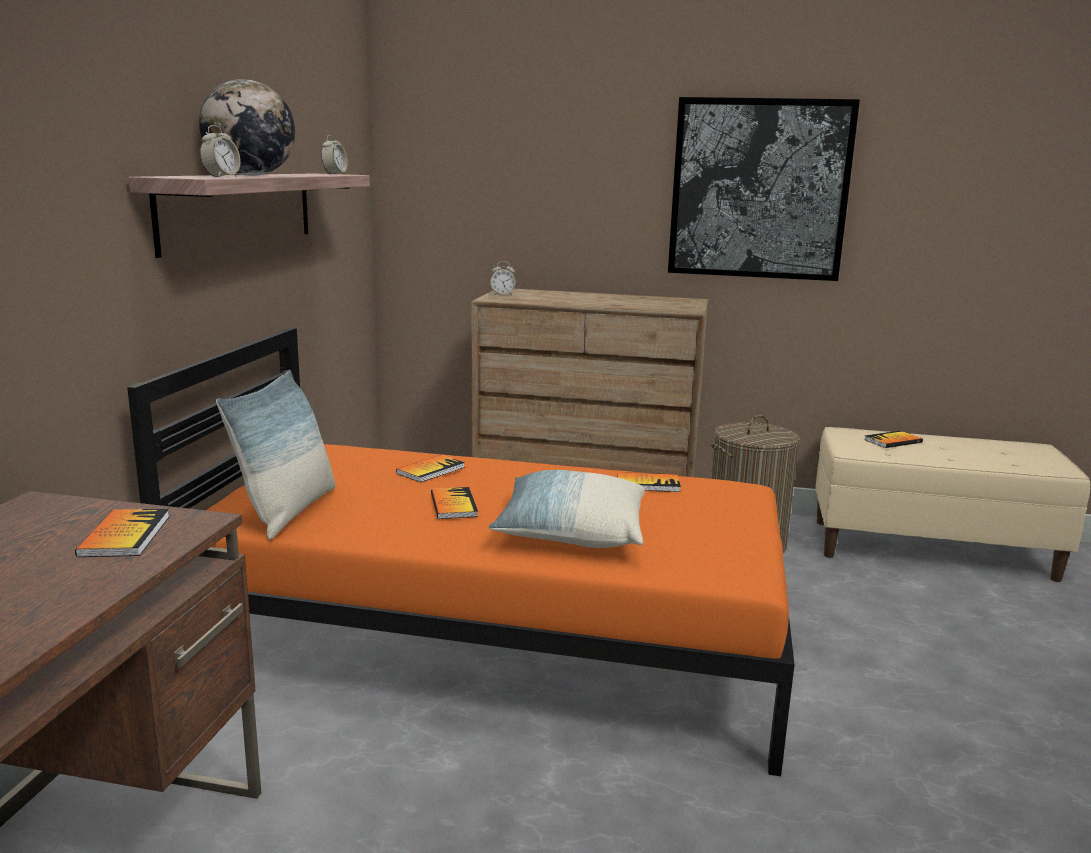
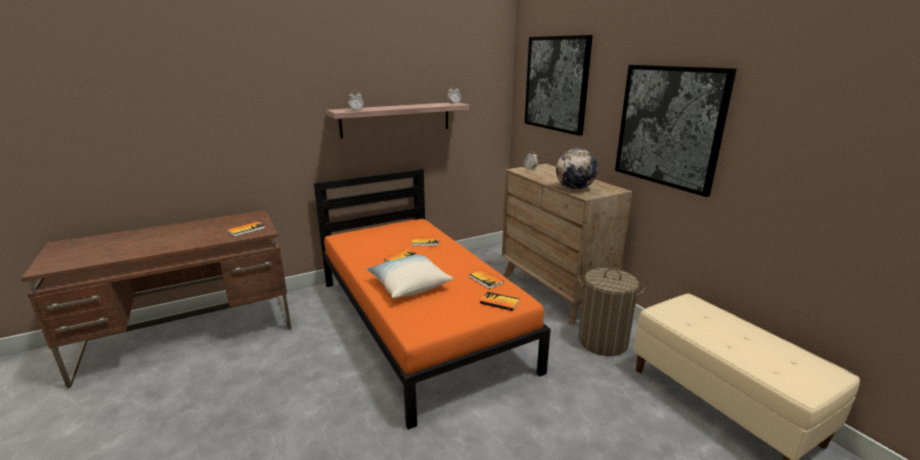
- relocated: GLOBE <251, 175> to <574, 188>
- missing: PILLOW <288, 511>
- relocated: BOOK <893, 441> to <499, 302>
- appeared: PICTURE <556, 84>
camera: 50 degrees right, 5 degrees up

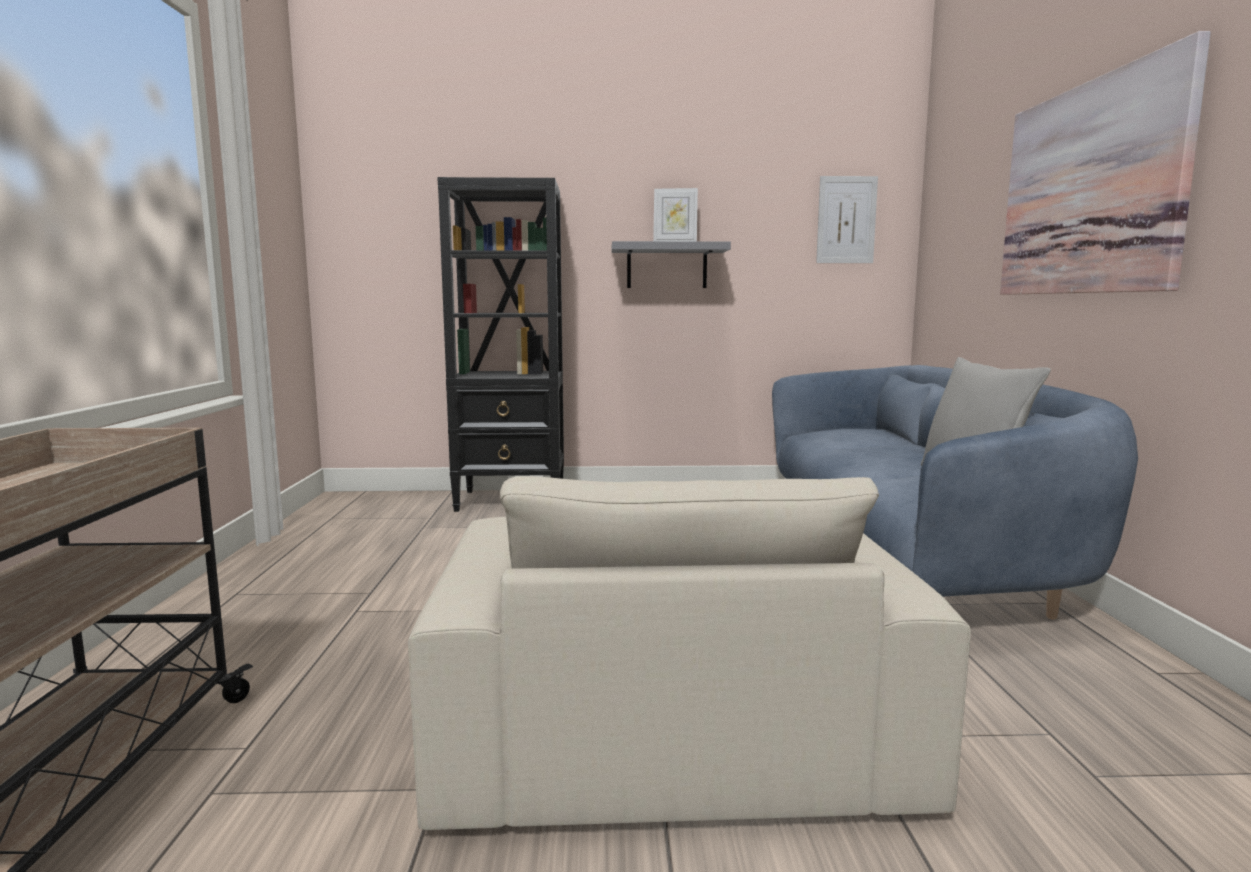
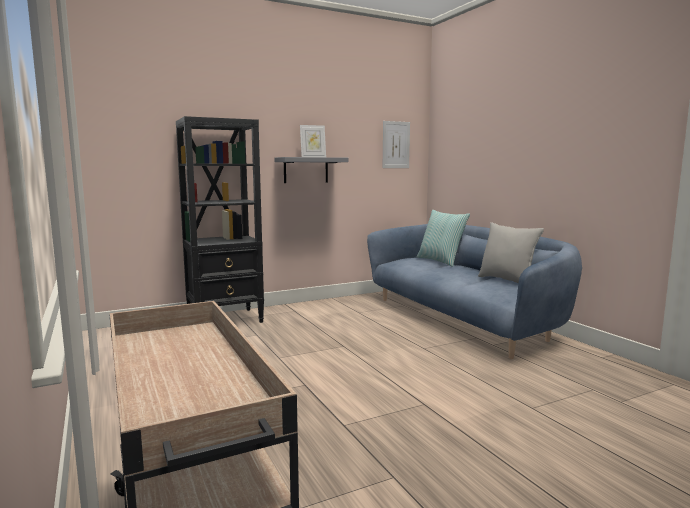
- missing: BEIGE ARMCHAIR <668, 725>
- missing: PICTURE <1089, 189>
- appeared: PILLOW <441, 261>
camera: 25 degrees left, 0 degrees up

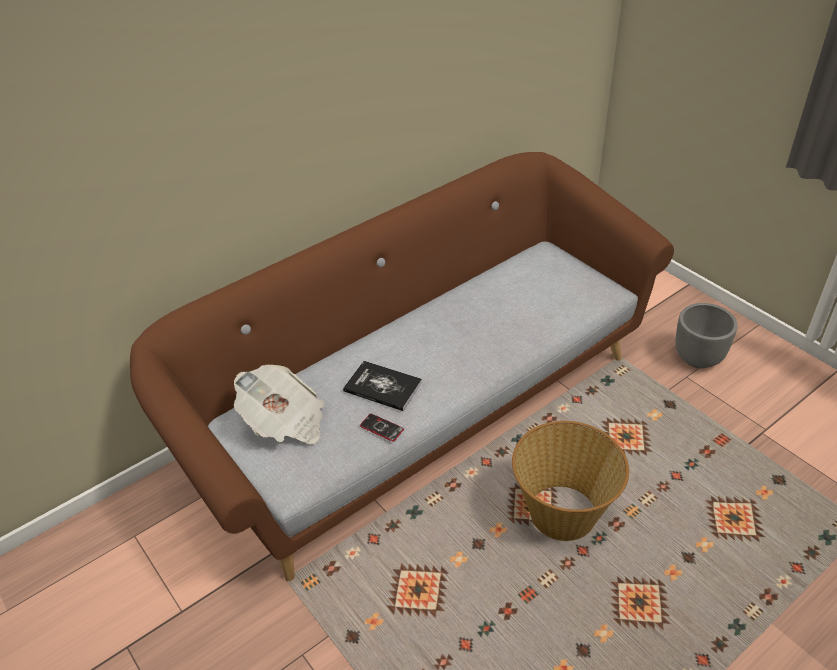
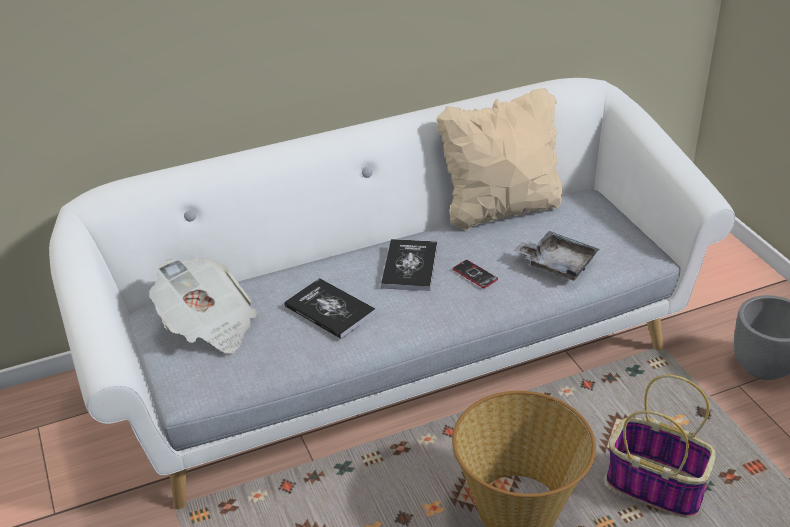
- colour: BROWN SOFA <422, 409> to WHITE SOFA <398, 359>
- relocated: PHONE <381, 428> to <475, 274>
- appeared: BOOK <409, 266>
- appeared: BEIGE PILLOW <500, 210>
- appeared: GREY TRAY <557, 263>
- appeared: BASKET <657, 486>
camera: 15 degrees right, 5 degrees down

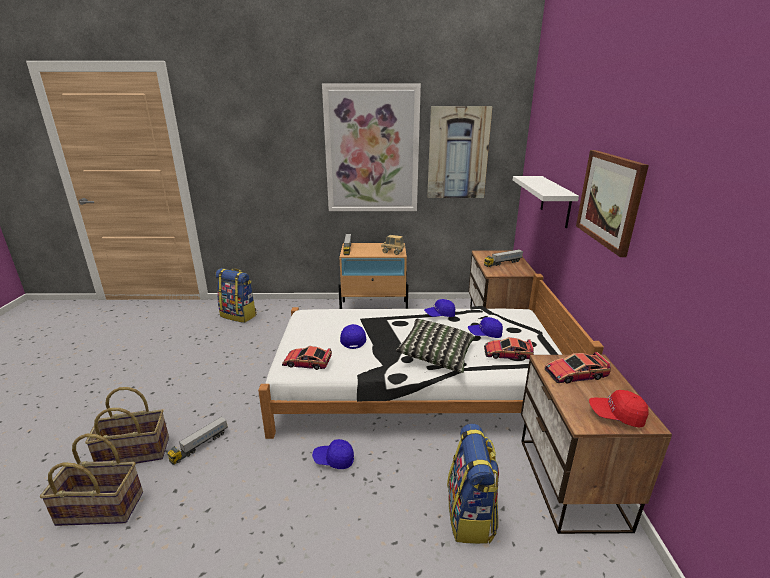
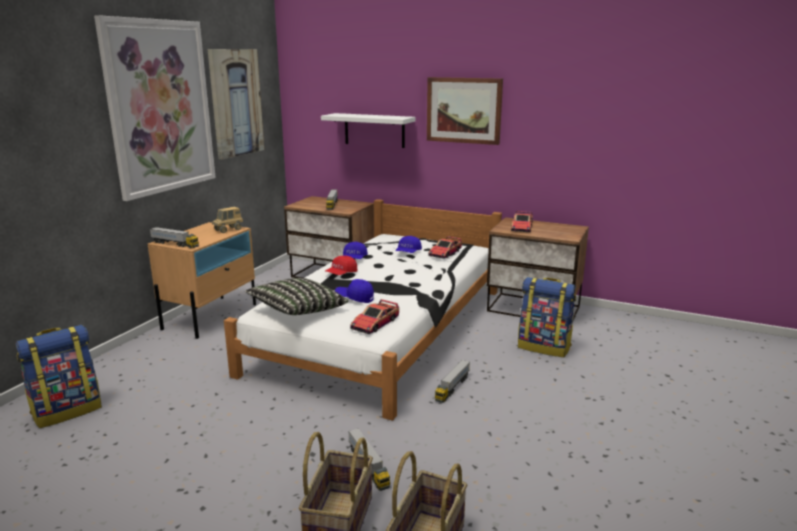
- exchanged: BLUE CAP <334, 460> to TOY TRUCK <452, 388>
- relocated: PILLOW <436, 356> to <297, 311>
- relocated: RED CAP <616, 415> to <341, 274>
camera: 65 degrees left, 5 degrees down

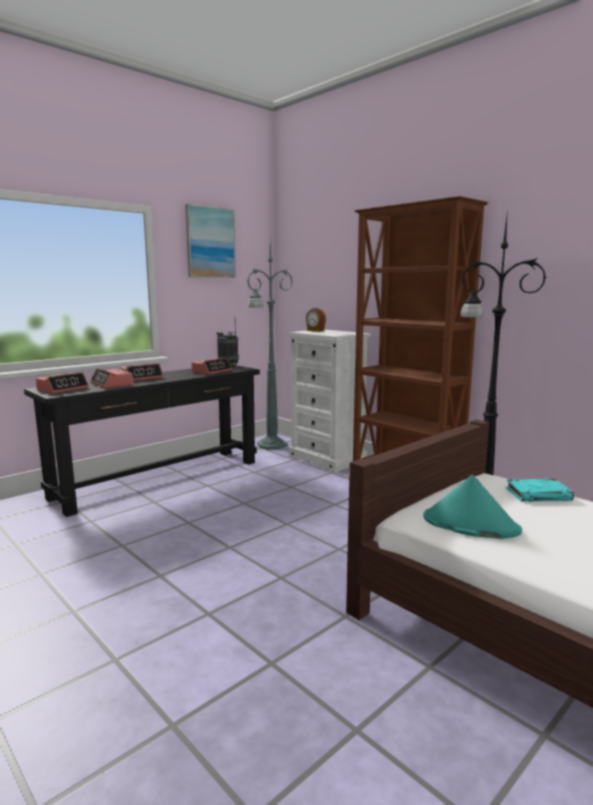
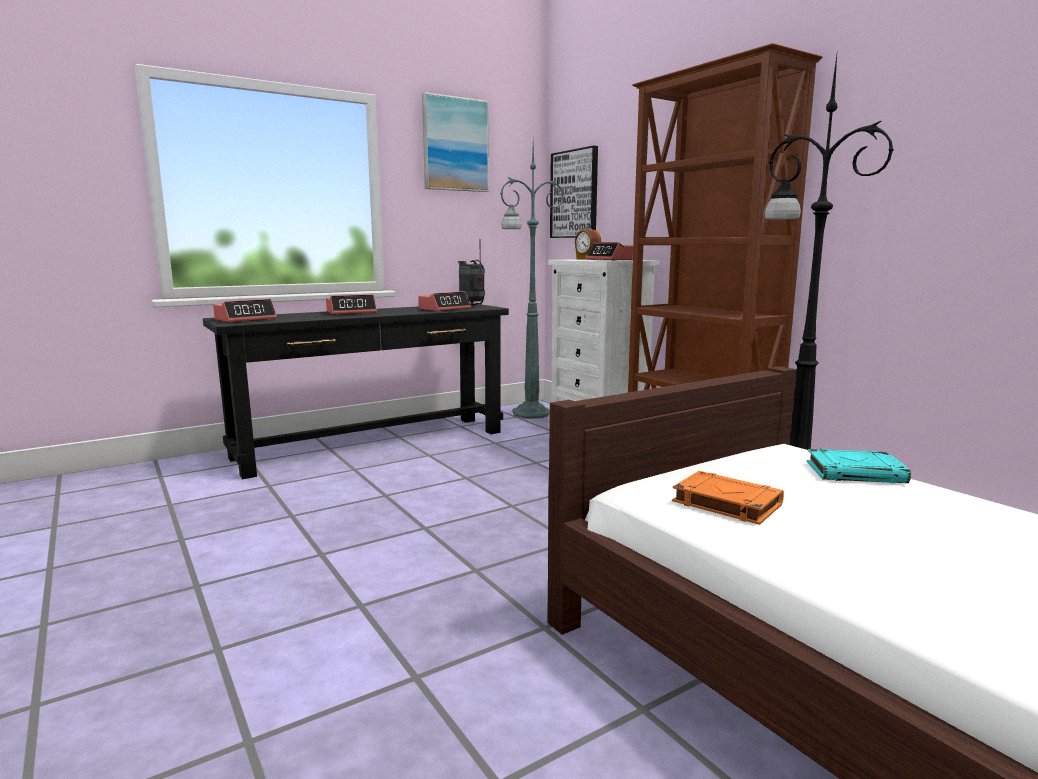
- relocated: ALARM CLOCK <112, 384> to <612, 260>
- exchanged: TURQUOISE HAT <470, 524> to ORANGE BOOK <725, 503>
- appeared: PICTURE <574, 194>
camera: 10 degrees right, 0 degrees up

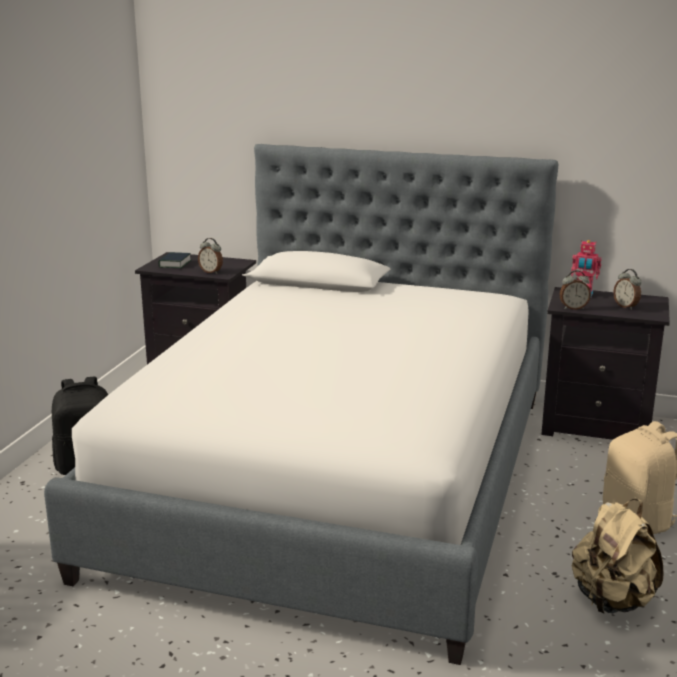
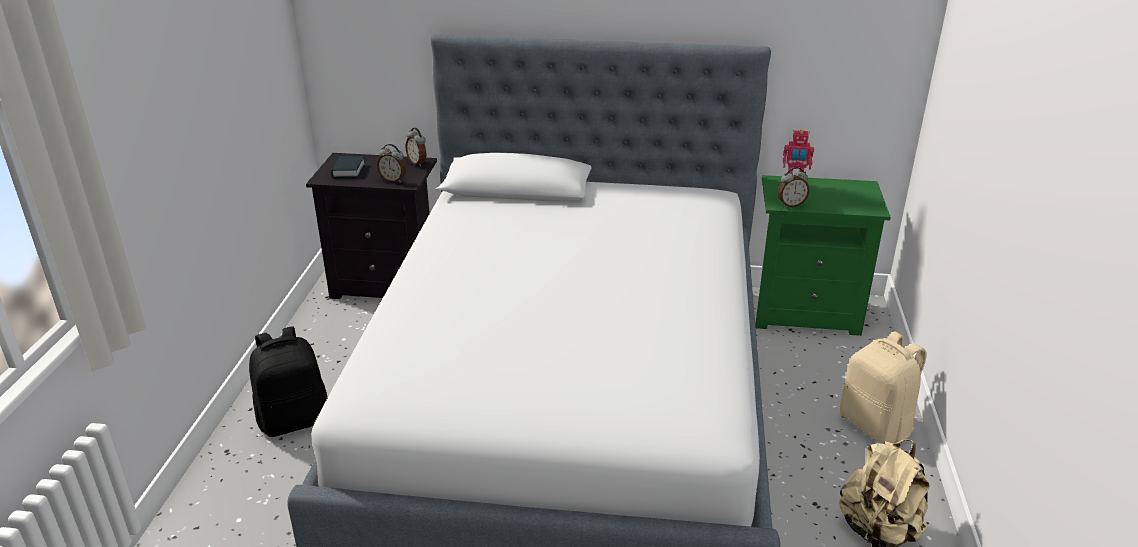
- colour: BLACK NIGHTSTAND <596, 427> to GREEN NIGHTSTAND <805, 312>
- relocated: ALARM CLOCK <626, 306> to <417, 163>
camera: 10 degrees left, 10 degrees up

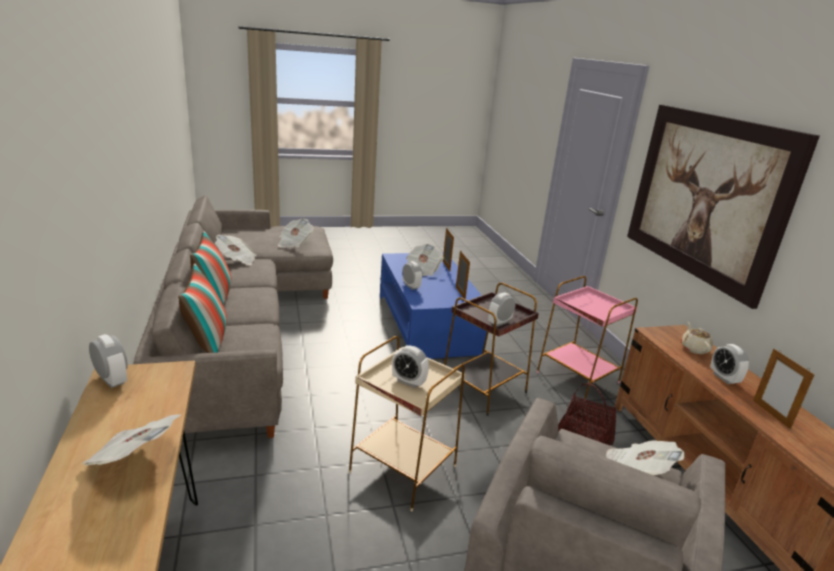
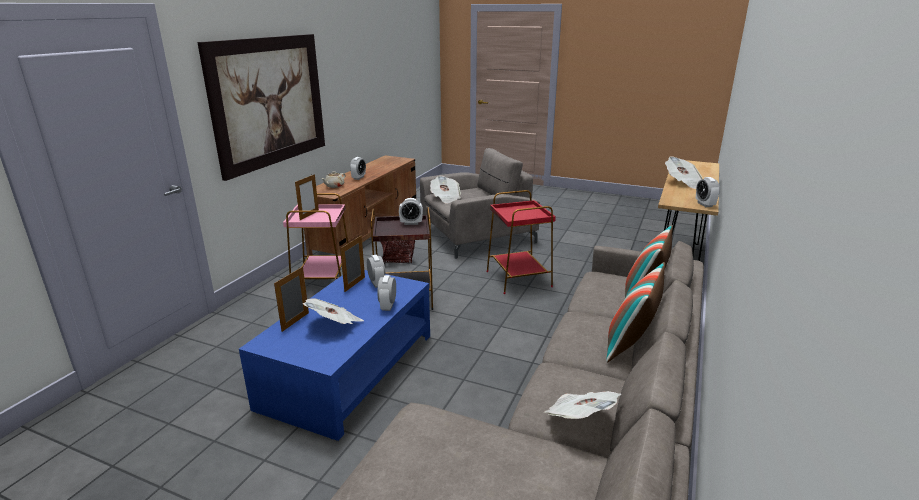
- missing: NEWSPAPER <294, 243>
- colour: BEIGE SIDE TABLE <403, 470> to RED SIDE TABLE <518, 278>
- relocated: ALARM CLOCK <408, 382> to <376, 283>
- relocated: PICTURE FRAME <771, 414> to <309, 215>
camera: 140 degrees left, 0 degrees up

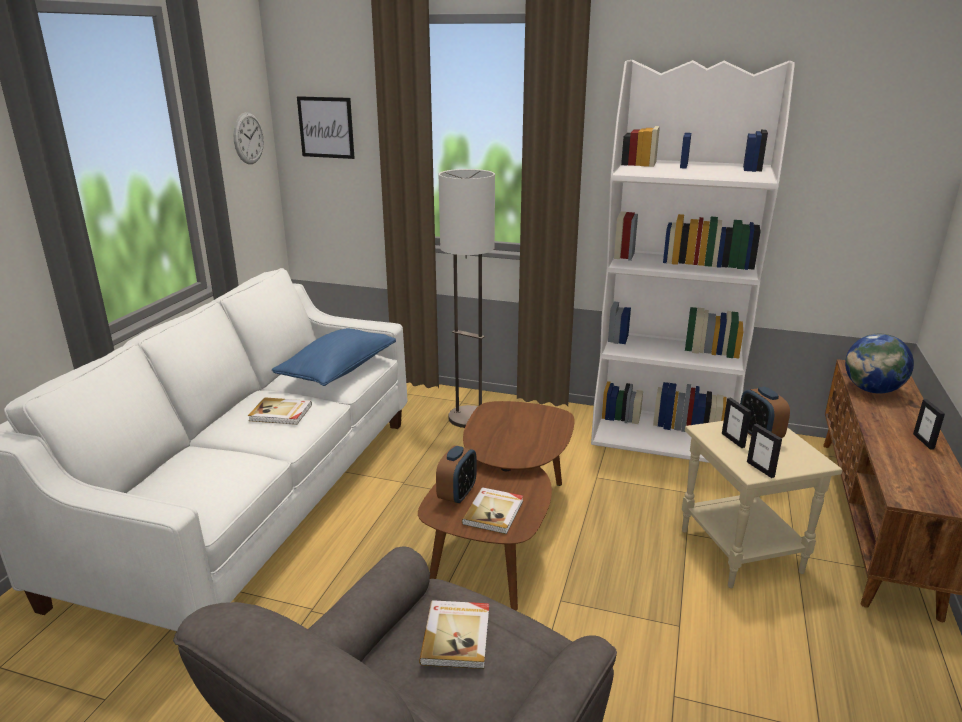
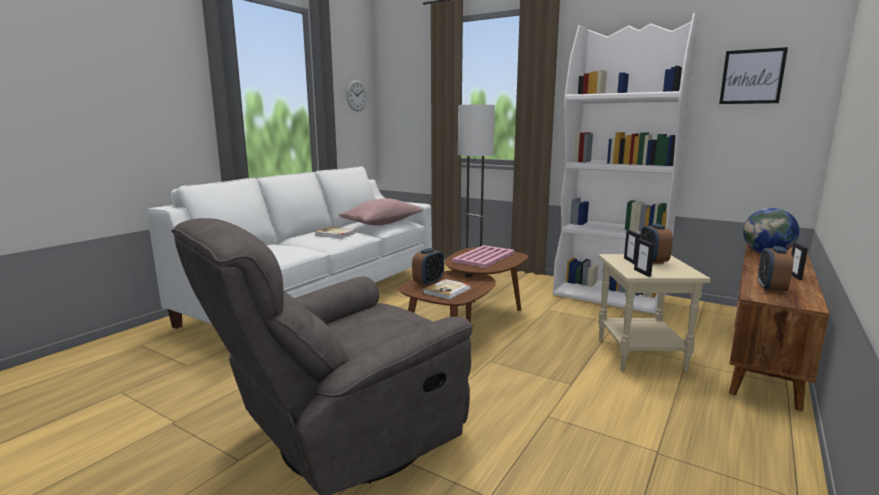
- colour: BLUE PILLOW <338, 371> to PINK PILLOW <382, 223>
- relocated: PICTURE <326, 127> to <752, 76>
- missing: BOOK <457, 636>
- appeared: PINK TRAY <483, 257>
- appeared: ALARM CLOCK <771, 288>
camera: 15 degrees right, 10 degrees down

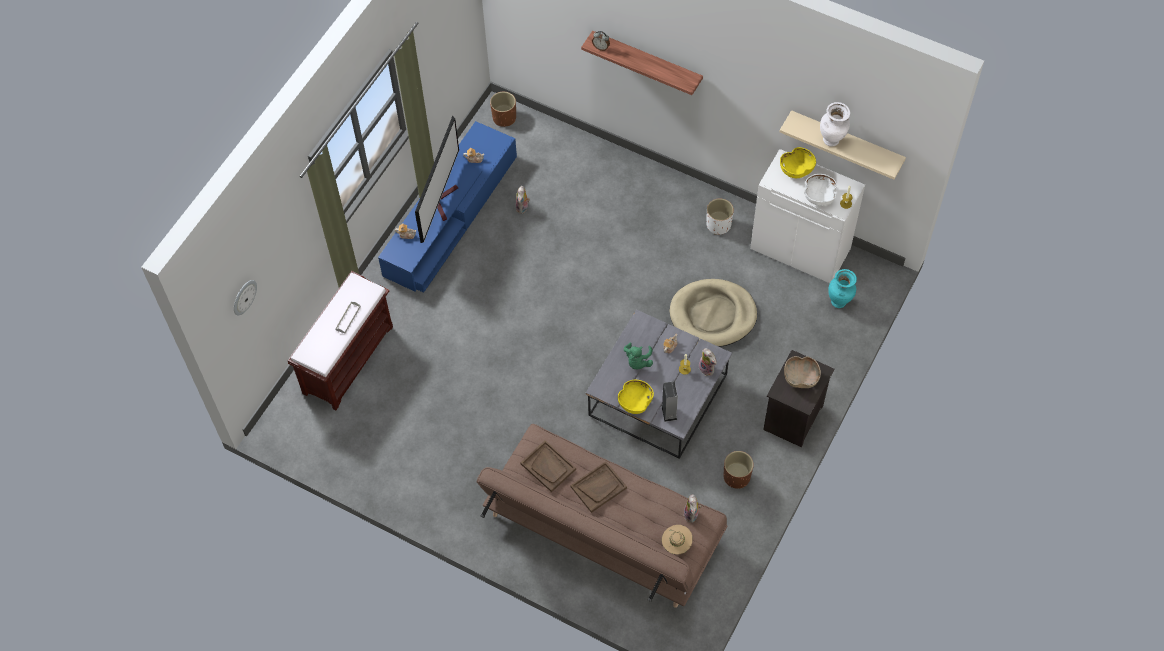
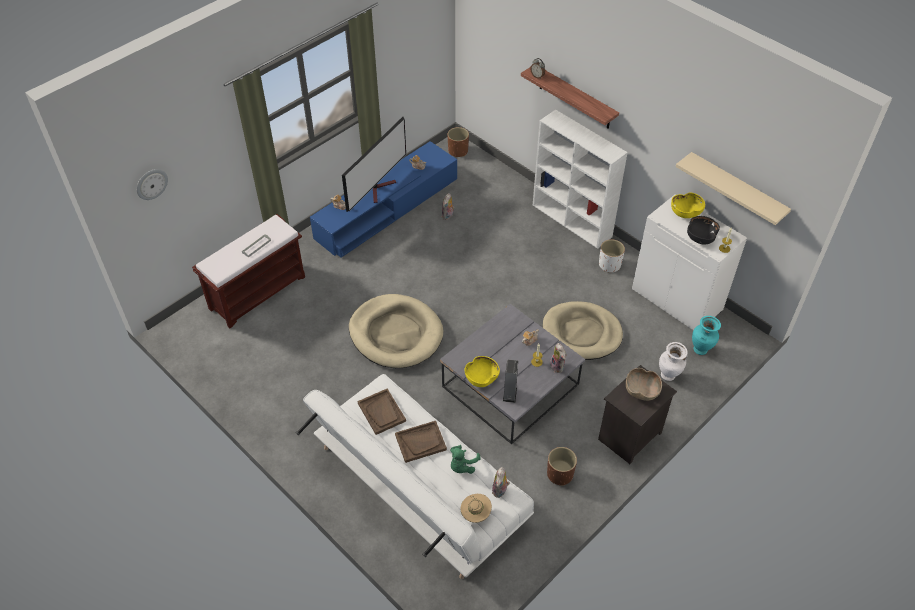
- colour: BROWN SOFA <603, 528> to WHITE SOFA <419, 486>
- relocated: GREEN PLUSH TOY <637, 361> to <462, 466>
- colour: WHITE BOWL <818, 196> to BLACK BOWL <700, 237>
- relocated: WHITE VASE <831, 141> to <668, 376>
- appeared: BEIGE DOG BED <396, 334>
- appeared: WHITE BOOKCASE <572, 221>
camera: 15 degrees right, 10 degrees down

